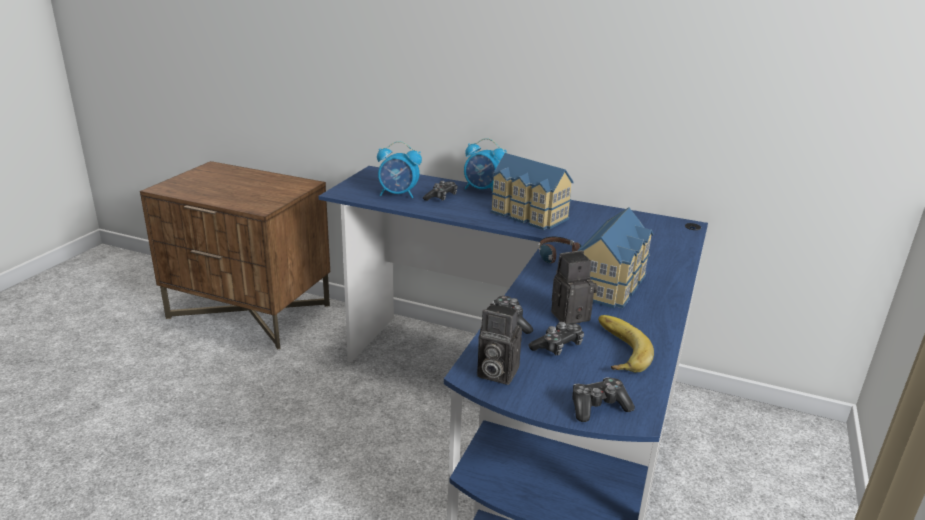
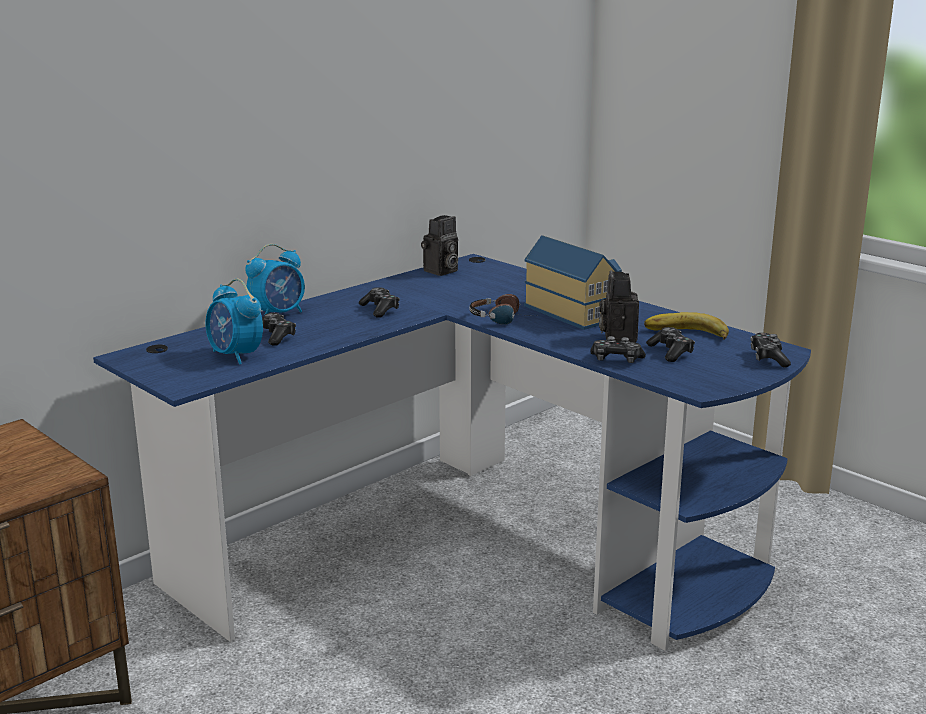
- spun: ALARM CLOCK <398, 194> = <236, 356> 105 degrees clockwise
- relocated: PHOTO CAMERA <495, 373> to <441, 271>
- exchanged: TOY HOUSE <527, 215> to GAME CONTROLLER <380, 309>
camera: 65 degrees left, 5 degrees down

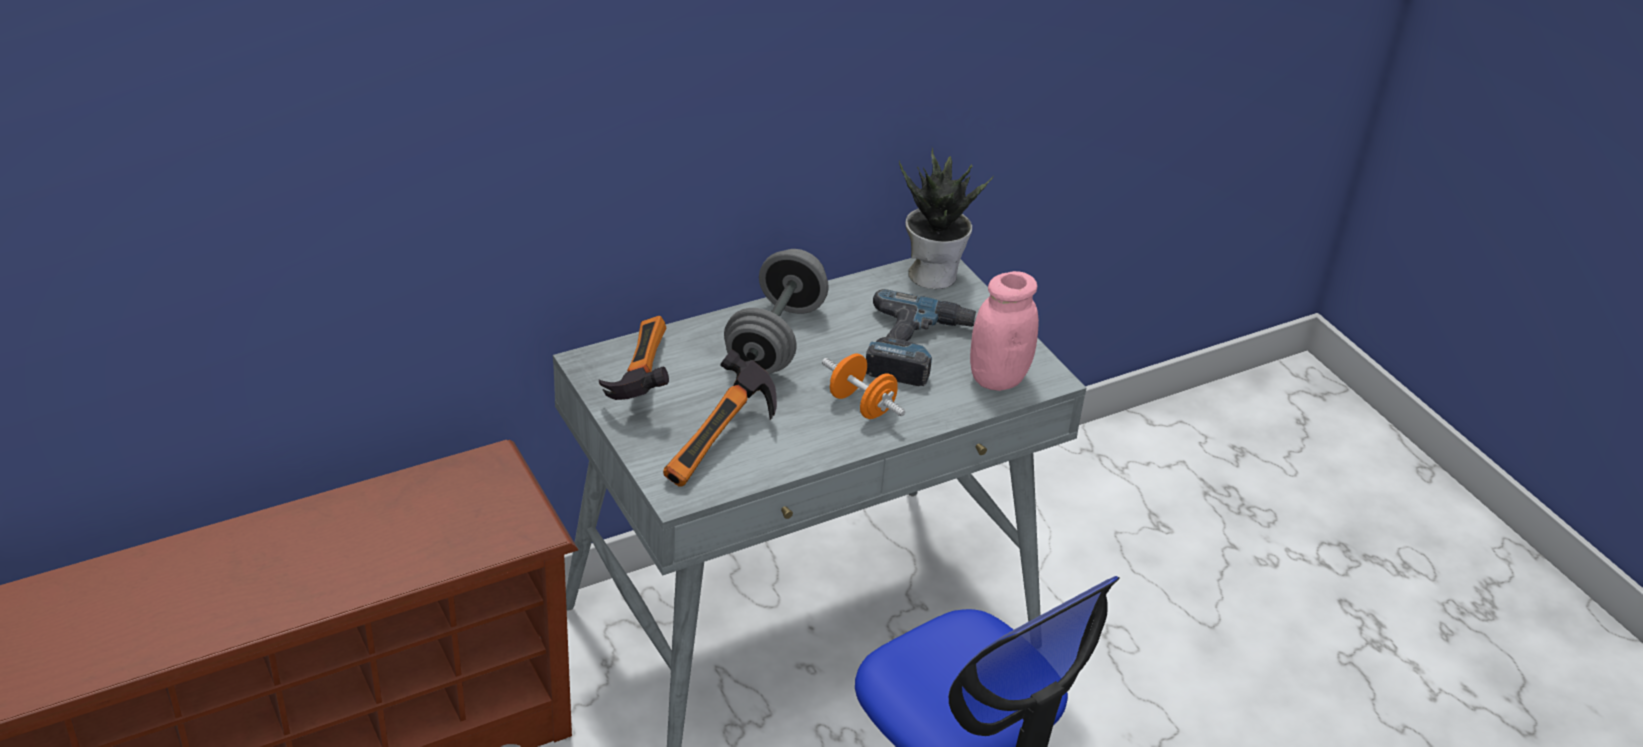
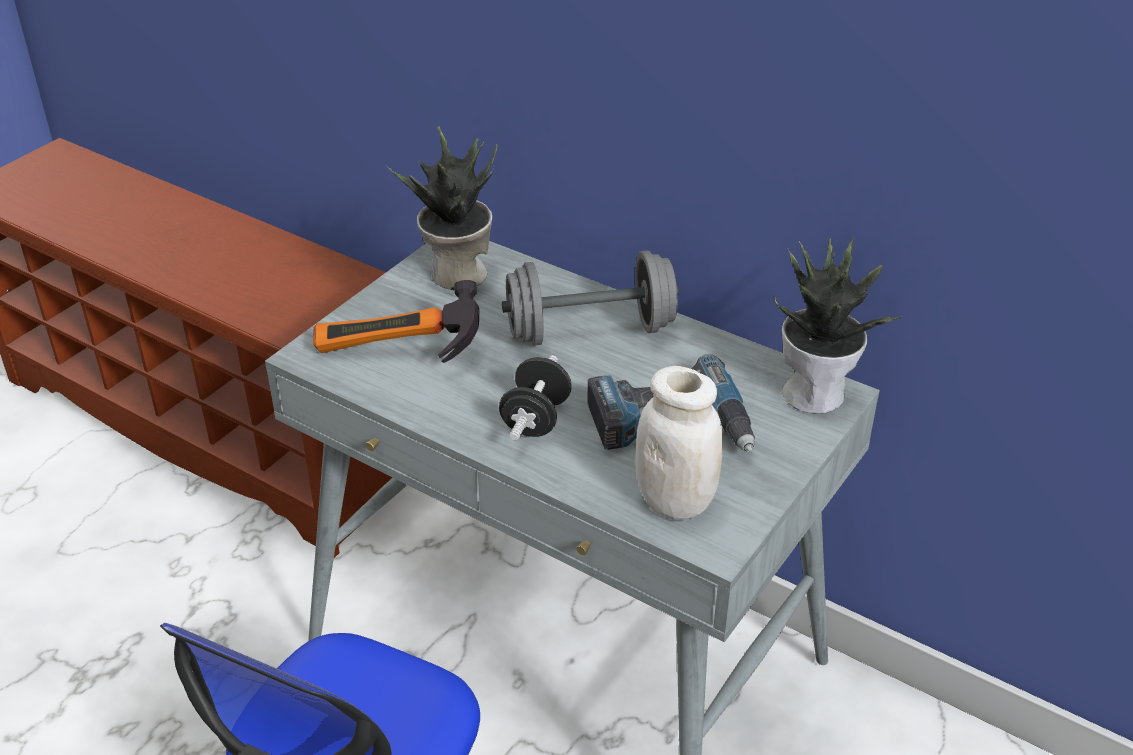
- exchanged: HAMMER <635, 377> to POTTED PLANT <457, 275>
- colour: ORANGE DUMBBELL <861, 405> to BLACK DUMBBELL <536, 419>
- colour: PINK JAR <997, 378> to WHITE JAR <675, 501>
camera: 65 degrees right, 0 degrees up

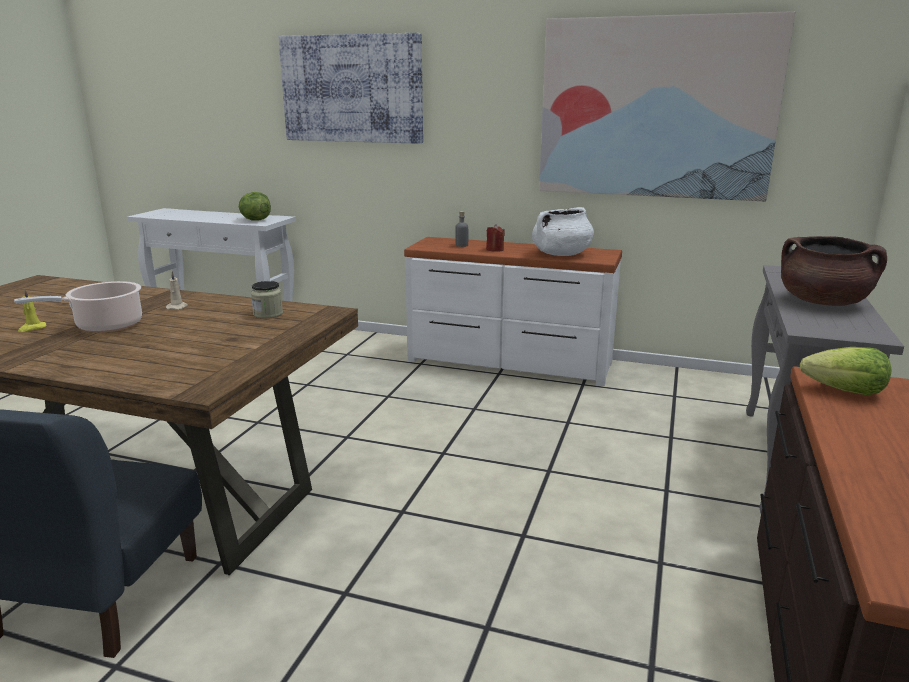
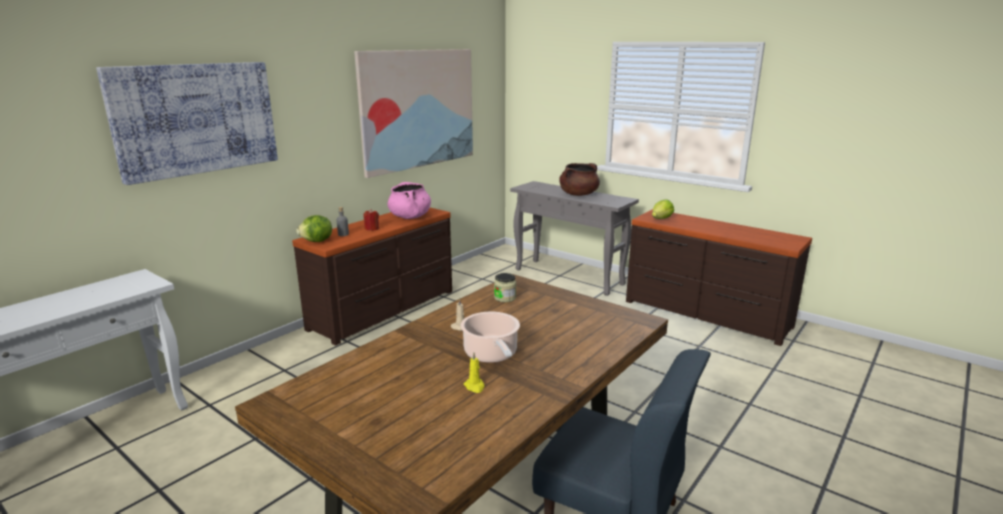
- relocated: LETTUCE <255, 220> to <317, 241>
- colour: WHITE DRESSER <508, 363> to BROWN DRESSER <385, 310>
- colour: WHITE COOKING POT <561, 254> to PINK COOKING POT <410, 217>
camera: 70 degrees left, 0 degrees up

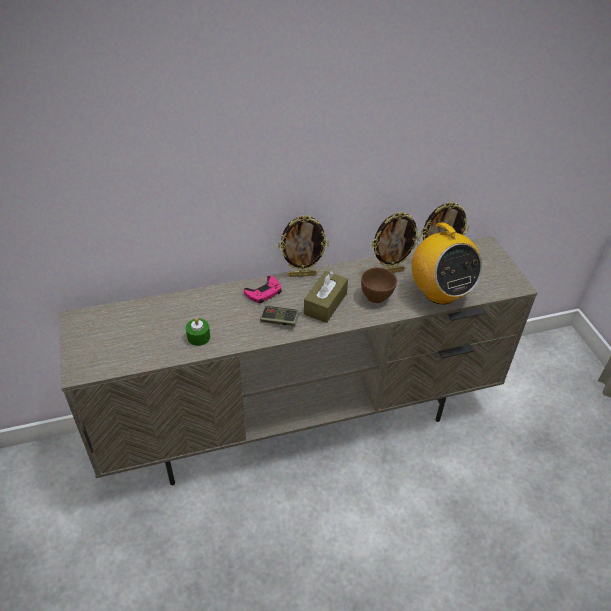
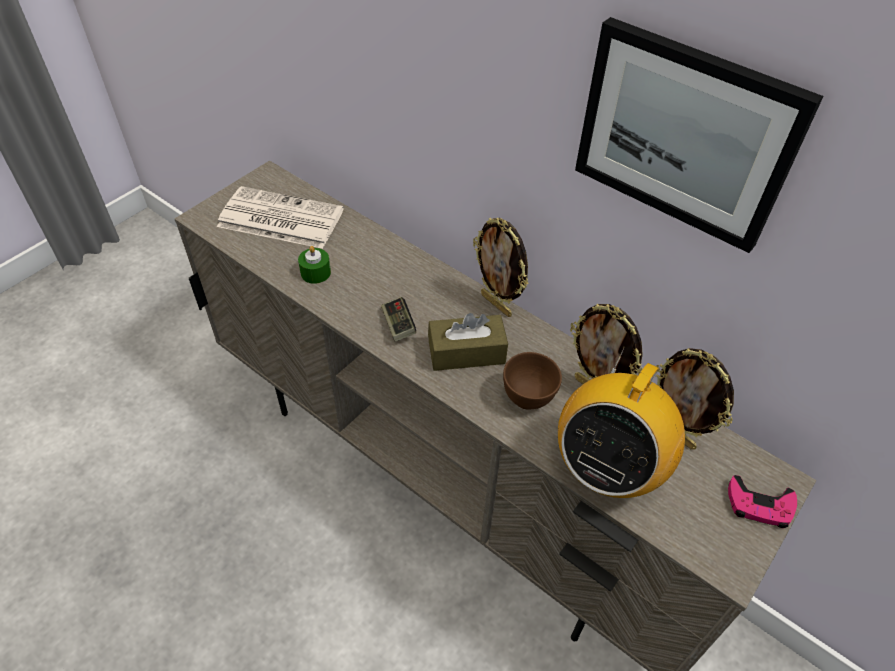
- relocated: PINK GAME CONTROLLER <264, 292> to <759, 505>
- appeared: NEWSPAPER <279, 219>
- appeared: PICTURE <685, 135>
camera: 55 degrees right, 5 degrees up

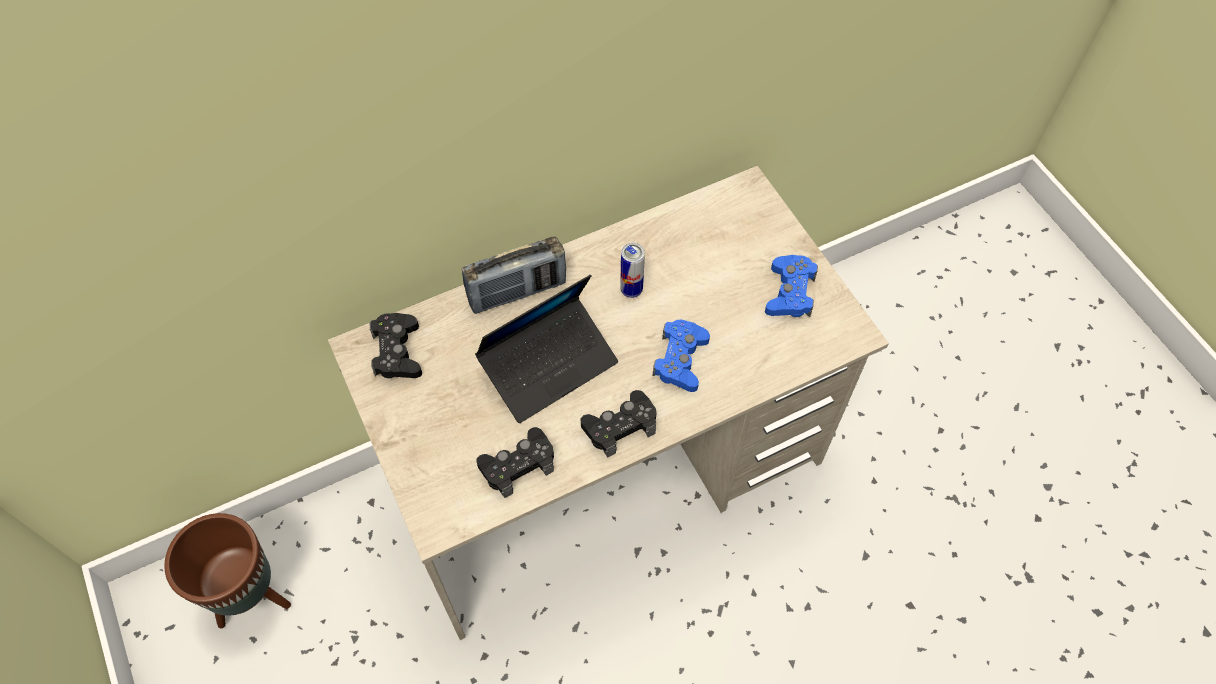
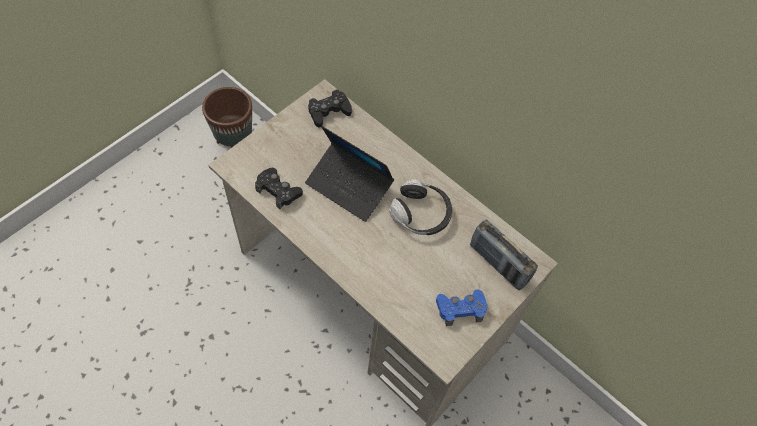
- relocated: RADIO <517, 292> to <498, 264>
- missing: BLACK GAME CONTROLLER <620, 426>
- exchanged: CAN <631, 290> to HEADPHONES <420, 214>
- missing: BLUE GAME CONTROLLER <680, 360>
camera: 65 degrees right, 0 degrees up

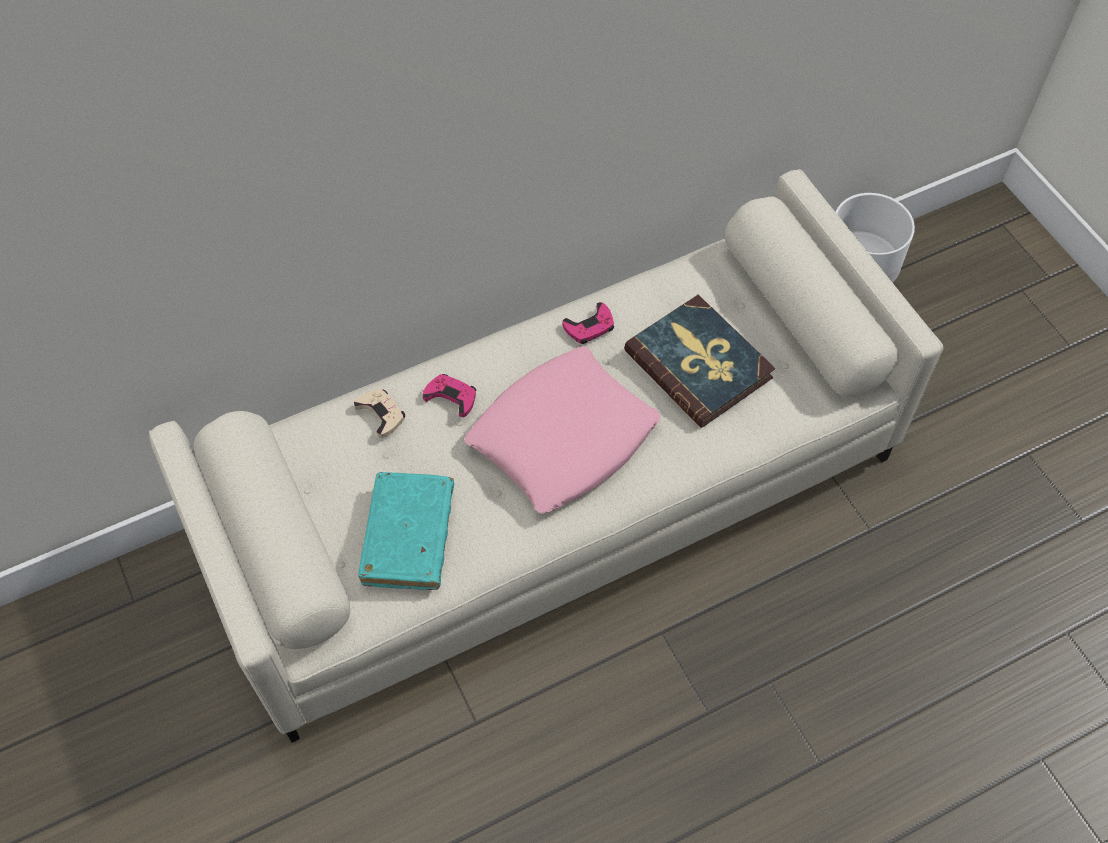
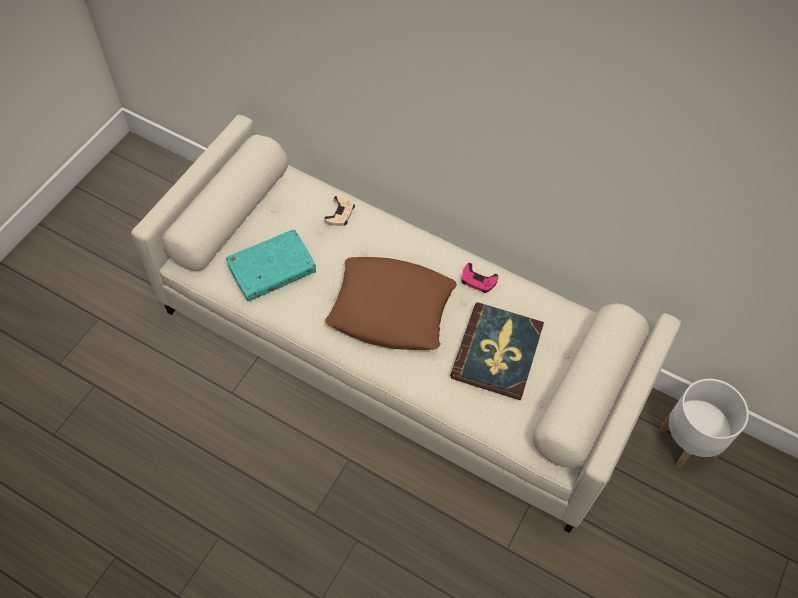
- missing: PINK GAME CONTROLLER <451, 397>
- colour: PINK PILLOW <563, 436> to BROWN PILLOW <391, 309>
camera: 55 degrees right, 0 degrees up

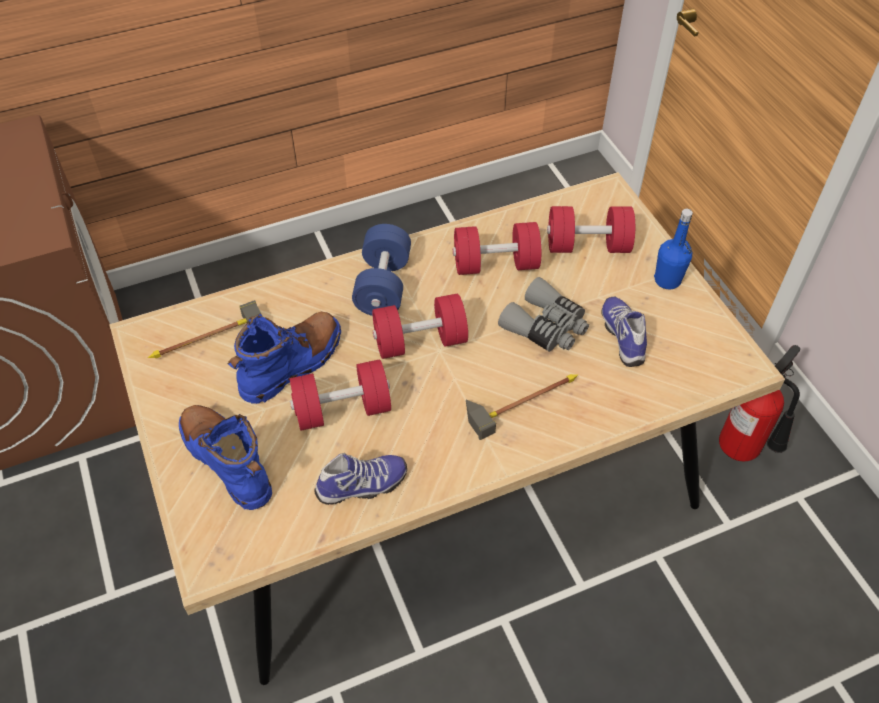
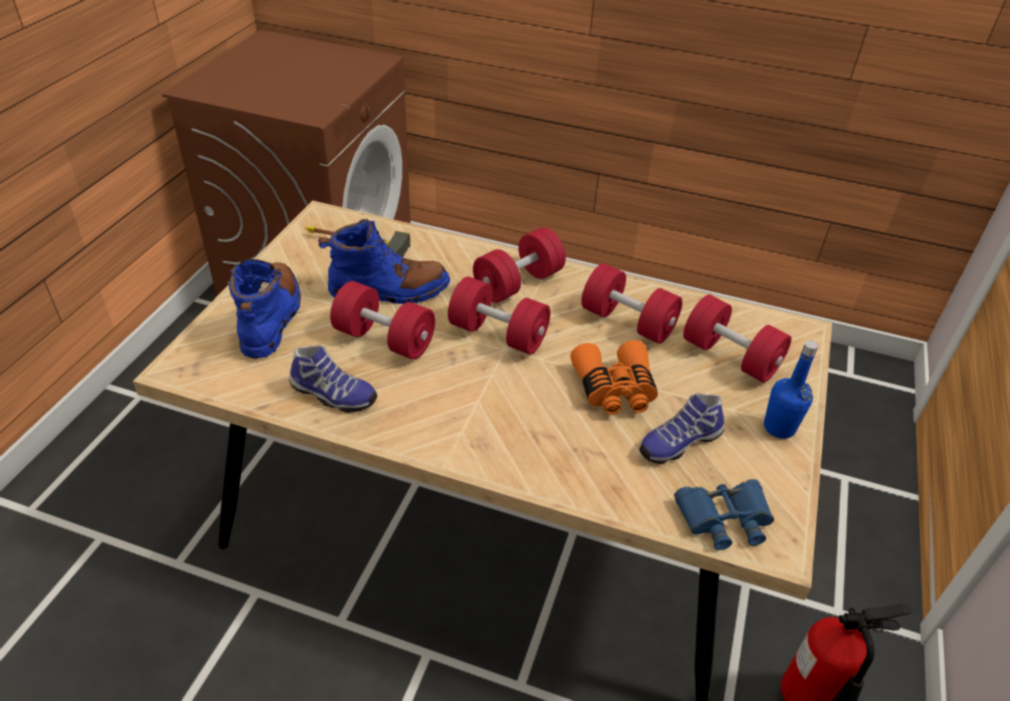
- colour: BLUE DUMBBELL <383, 285> to RED DUMBBELL <518, 283>
- missing: HAMMER <522, 399>
- colour: GREY BINOCULARS <546, 327> to ORANGE BINOCULARS <614, 389>
- spun: SHOE <624, 336> = <679, 442> 150 degrees counterclockwise
- appeared: BLUE BINOCULARS <724, 518>
camera: 40 degrees right, 10 degrees down

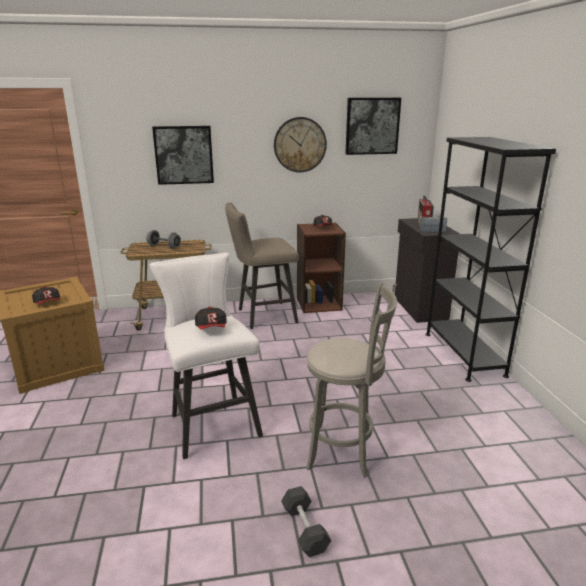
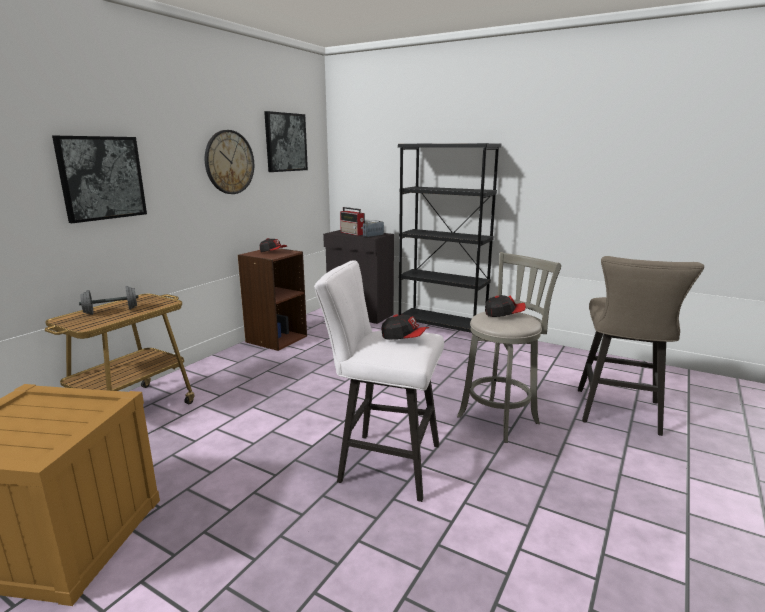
- relocated: CAP <48, 303> to <504, 314>
- relocated: BEIGE STOOL <262, 316> to <619, 414>
- missing: GREY DUMBBELL <305, 529>
camera: 50 degrees left, 5 degrees down

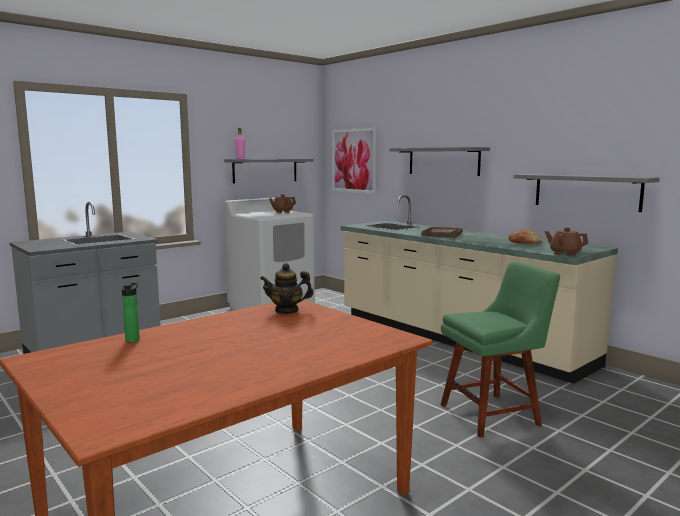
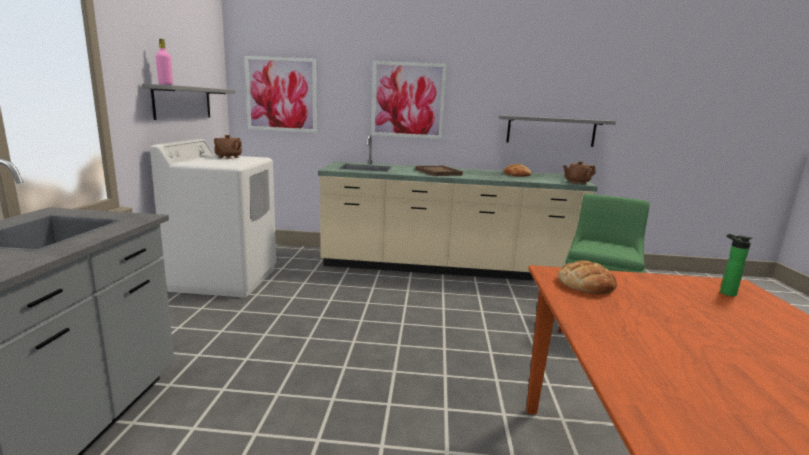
- relocated: BOTTLE <133, 339> to <725, 292>
- exchanged: TEAPOT <287, 310> to BREAD <586, 284>
- exchanged: GREY SHELF <443, 161> to PICTURE <408, 100>
camera: 45 degrees left, 5 degrees up

